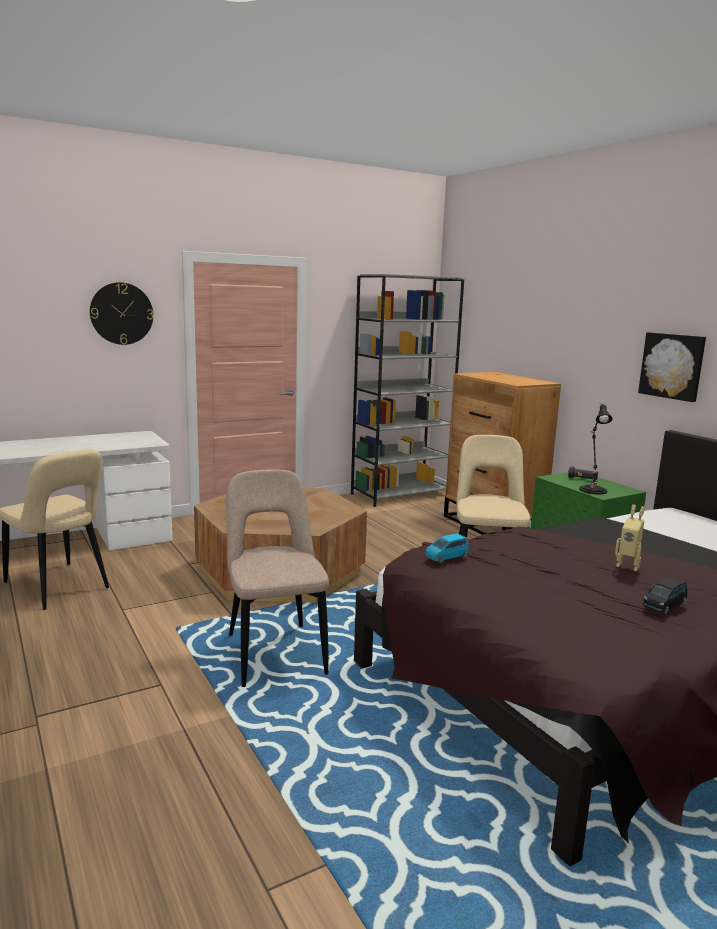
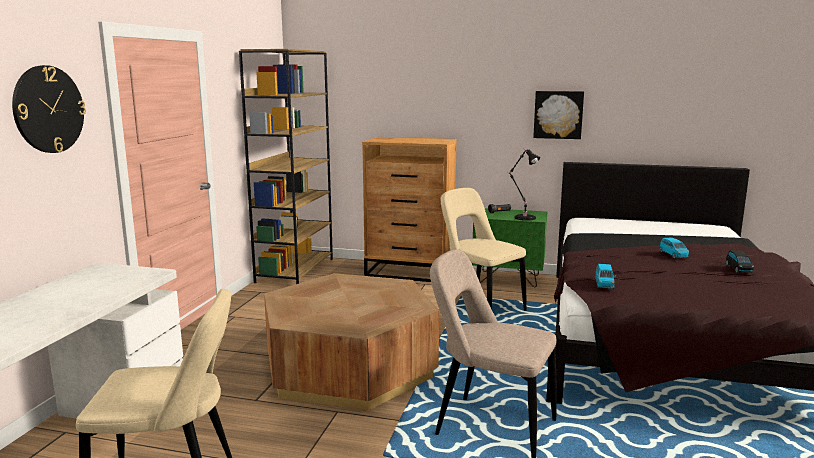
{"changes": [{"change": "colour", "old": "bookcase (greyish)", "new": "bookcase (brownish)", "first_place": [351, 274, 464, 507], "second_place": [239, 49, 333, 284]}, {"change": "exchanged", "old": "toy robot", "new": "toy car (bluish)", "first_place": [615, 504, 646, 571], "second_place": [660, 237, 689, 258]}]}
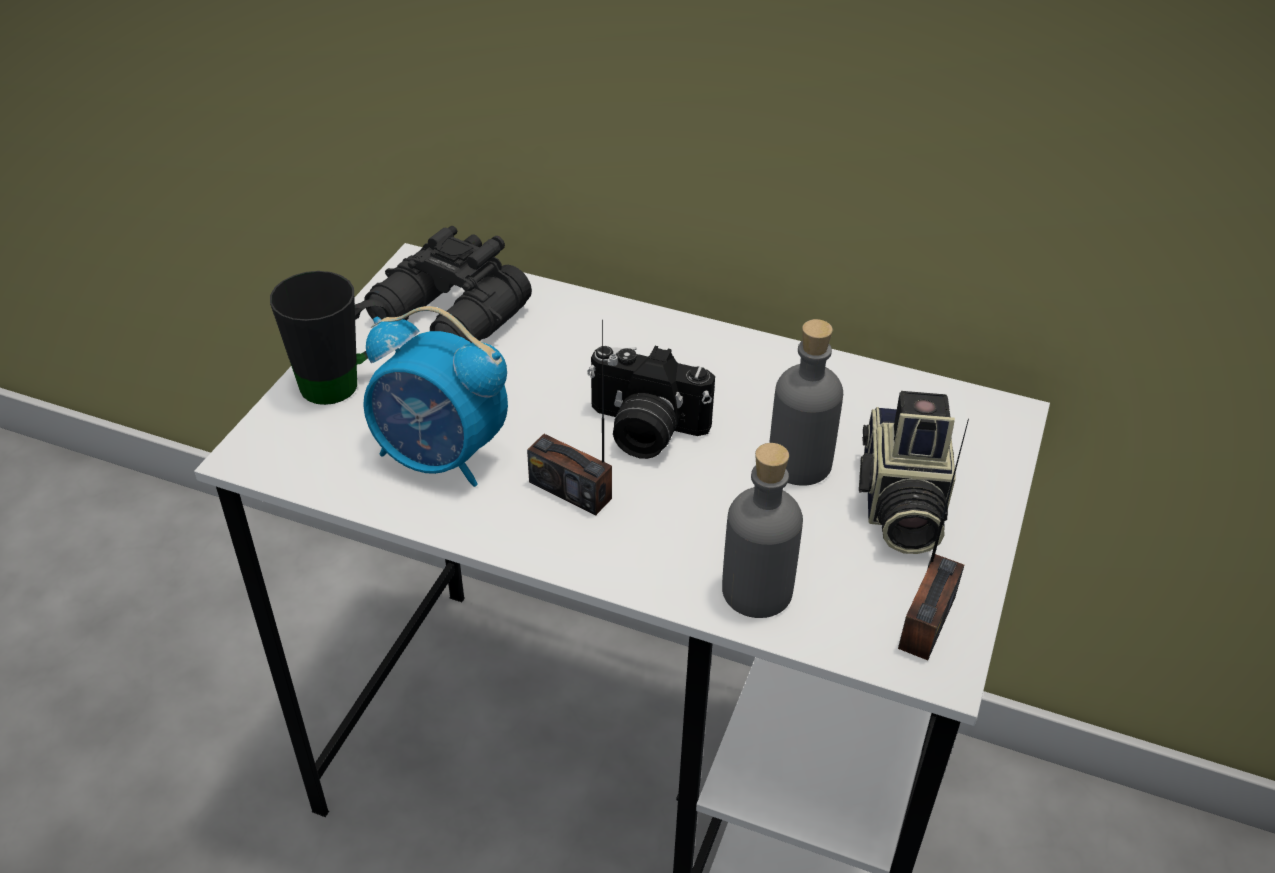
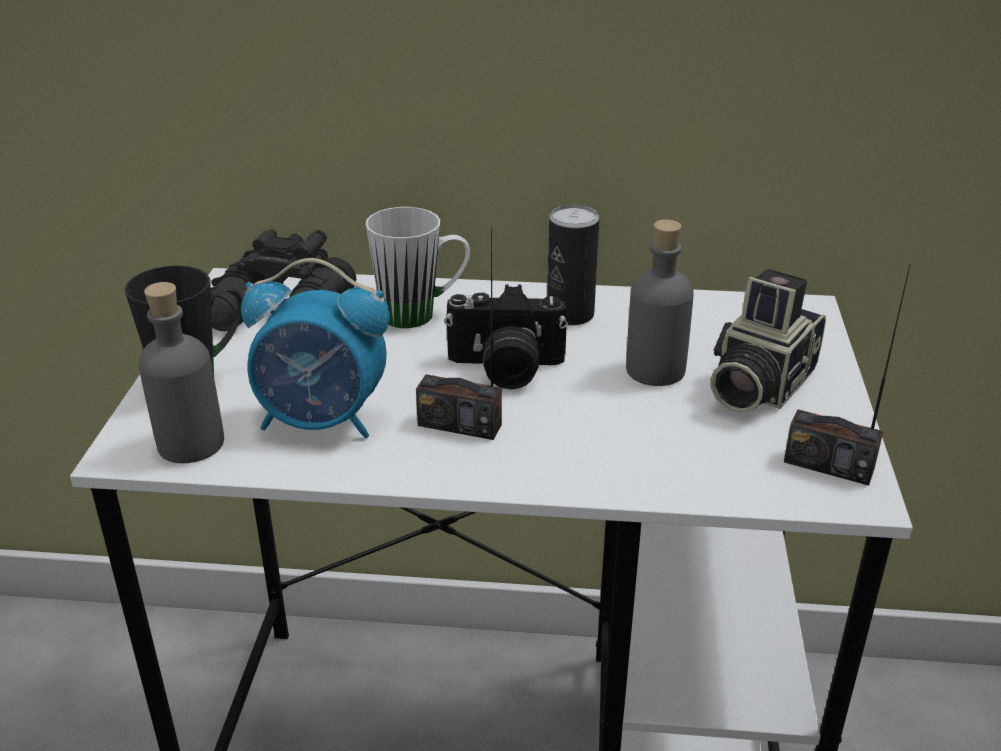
{"changes": [{"change": "spun", "old": "still camera", "first_place": [859, 391, 956, 554], "second_place": [710, 269, 826, 413], "degrees": 45}, {"change": "spun", "old": "radio", "first_place": [898, 418, 969, 660], "second_place": [784, 265, 910, 486], "degrees": 105}, {"change": "relocated", "old": "bottle (greyish)", "first_place": [722, 443, 803, 618], "second_place": [138, 282, 224, 463]}, {"change": "appeared", "new": "metal can", "second_place": [547, 204, 599, 325]}, {"change": "appeared", "new": "mug (whitish)", "second_place": [366, 207, 470, 328]}]}
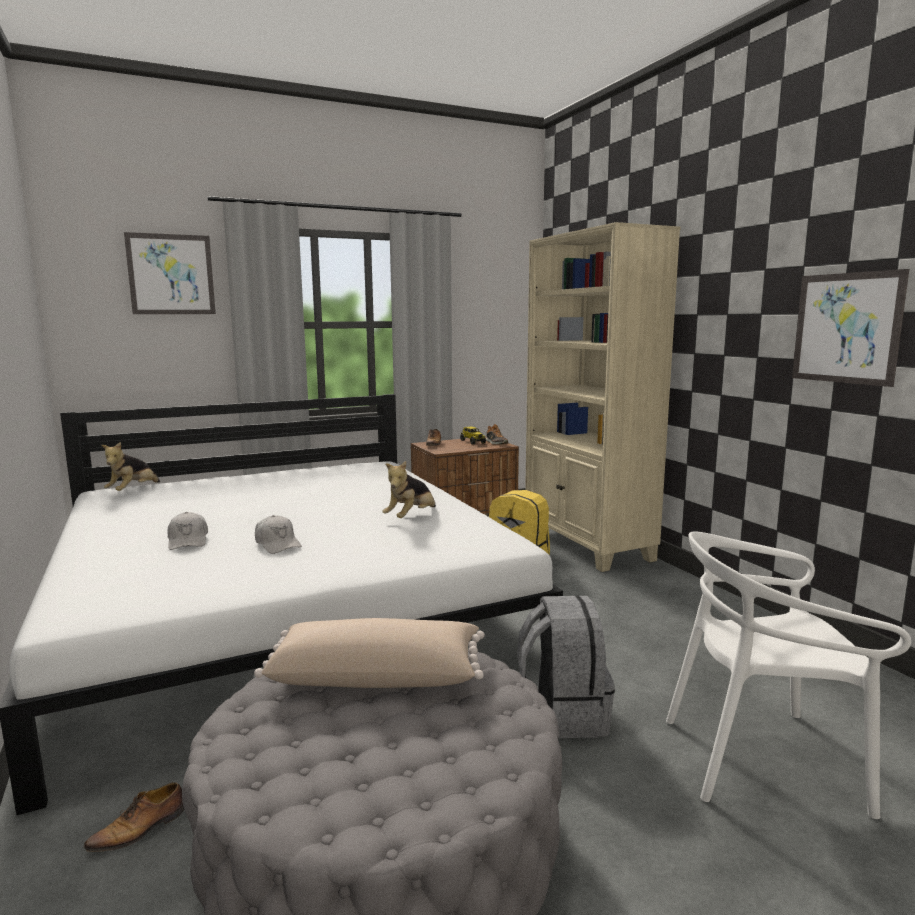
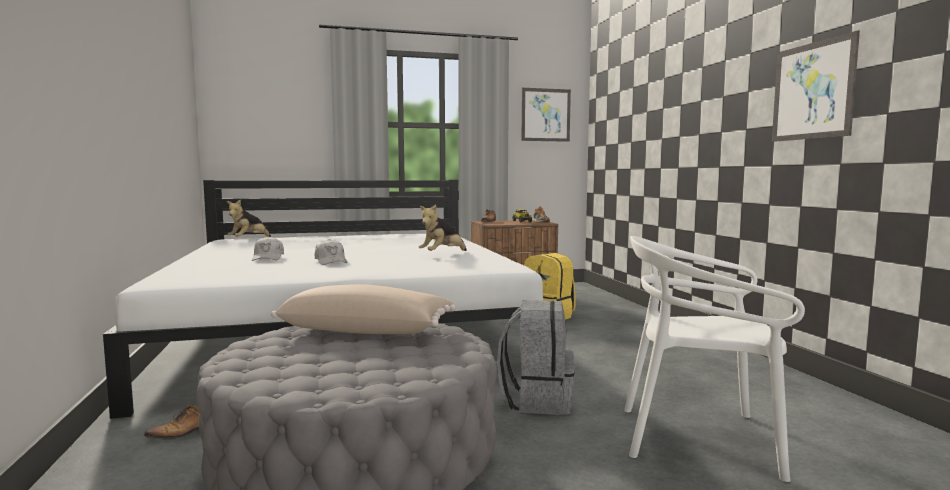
{"changes": [{"change": "missing", "old": "bookcase (beige-coloured)", "first_place": [525, 222, 680, 572]}, {"change": "relocated", "old": "wall art", "first_place": [124, 232, 216, 314], "second_place": [521, 88, 571, 142]}]}
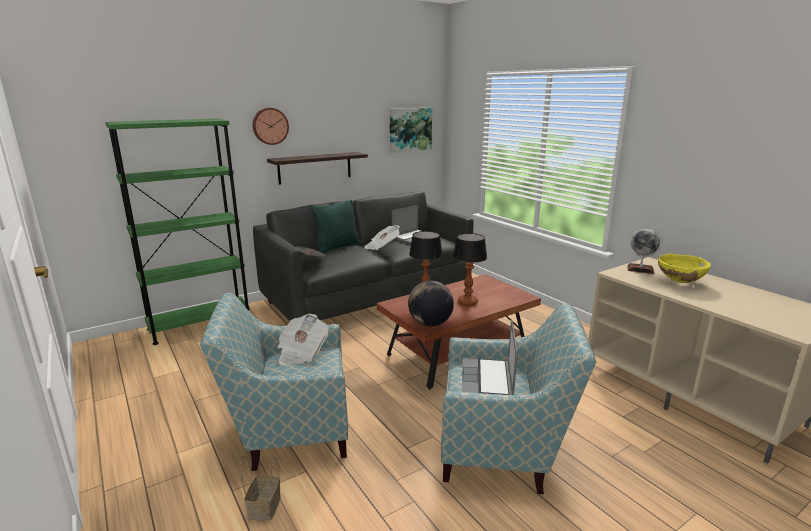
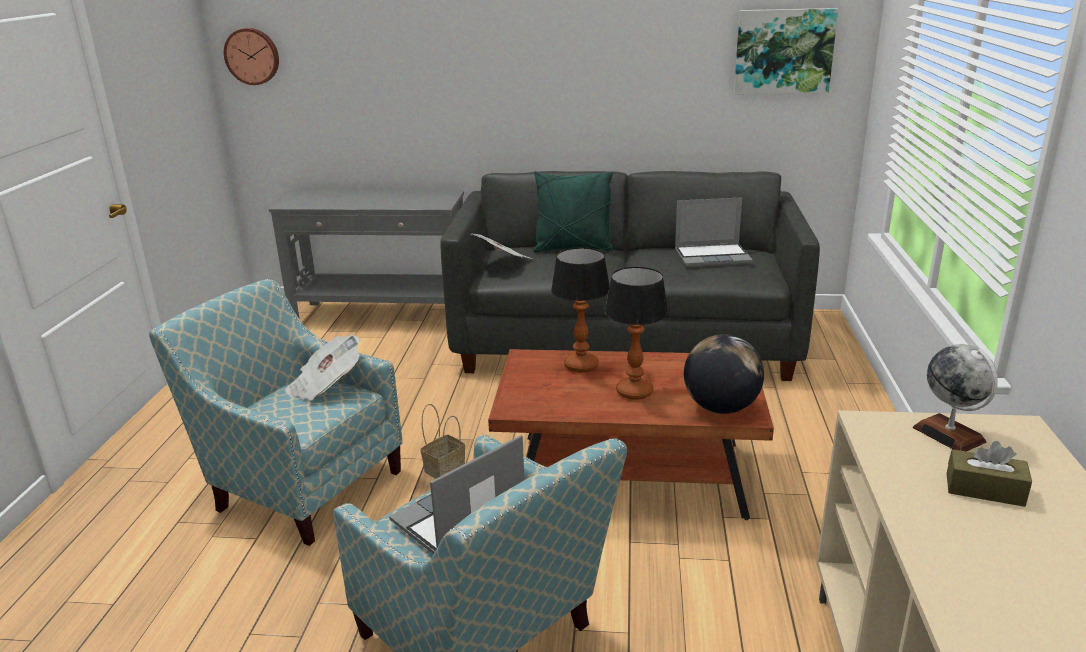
{"changes": [{"change": "relocated", "old": "wall clock", "first_place": [253, 108, 289, 145], "second_place": [224, 28, 279, 85]}, {"change": "exchanged", "old": "bookcase (green-coloured)", "new": "hall table (greyish)", "first_place": [105, 119, 250, 345], "second_place": [269, 191, 464, 319]}, {"change": "missing", "old": "bracket shelf", "first_place": [267, 152, 368, 185]}, {"change": "missing", "old": "newspaper", "first_place": [364, 225, 400, 250]}, {"change": "exchanged", "old": "serving bowl (yellow)", "new": "tissue box (brownish)", "first_place": [658, 254, 711, 283], "second_place": [947, 441, 1032, 507]}, {"change": "relocated", "old": "desk globe", "first_place": [408, 281, 454, 326], "second_place": [684, 334, 764, 414]}, {"change": "relocated", "old": "household basket", "first_place": [240, 456, 281, 521], "second_place": [420, 404, 465, 479]}]}
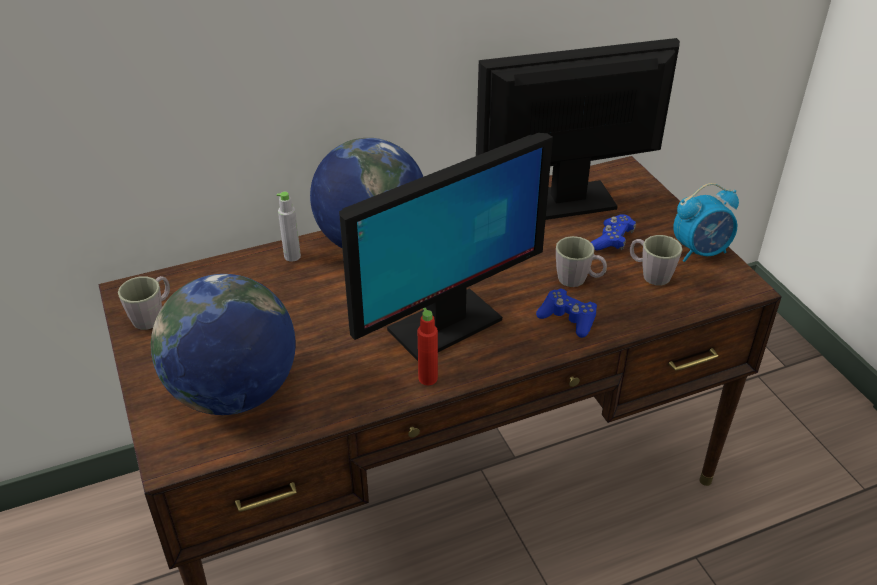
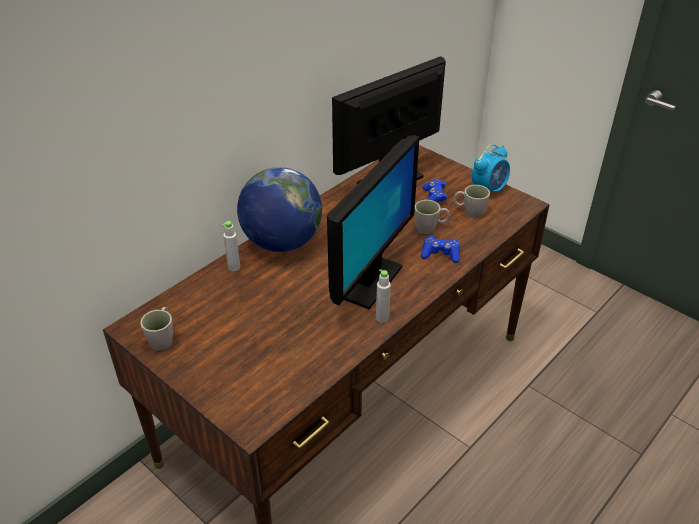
{"changes": [{"change": "missing", "old": "desk globe", "first_place": [151, 274, 296, 415]}, {"change": "colour", "old": "bottle (reddish)", "new": "bottle (greyish)", "first_place": [418, 308, 438, 385], "second_place": [376, 269, 391, 323]}]}
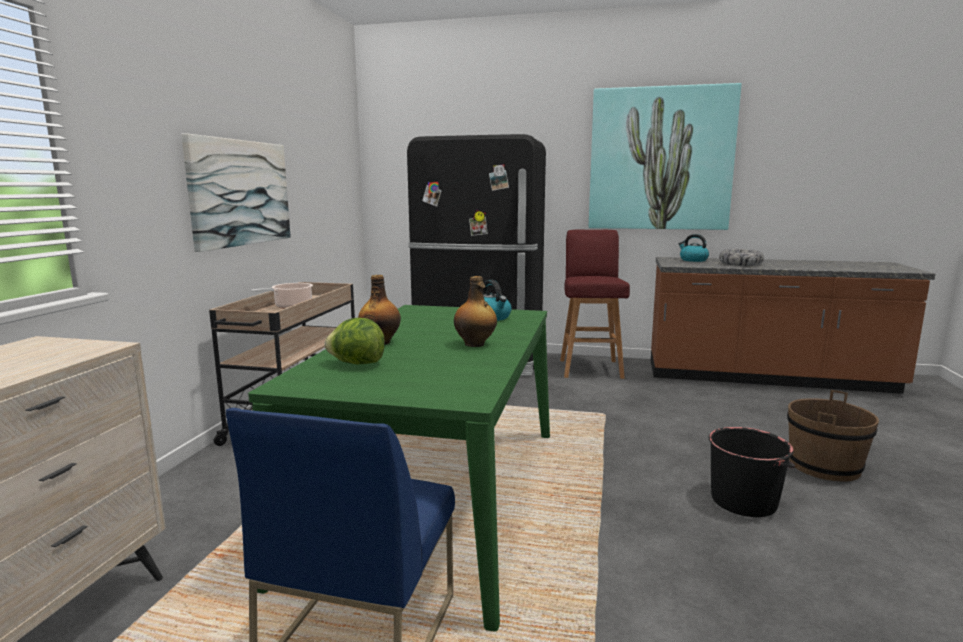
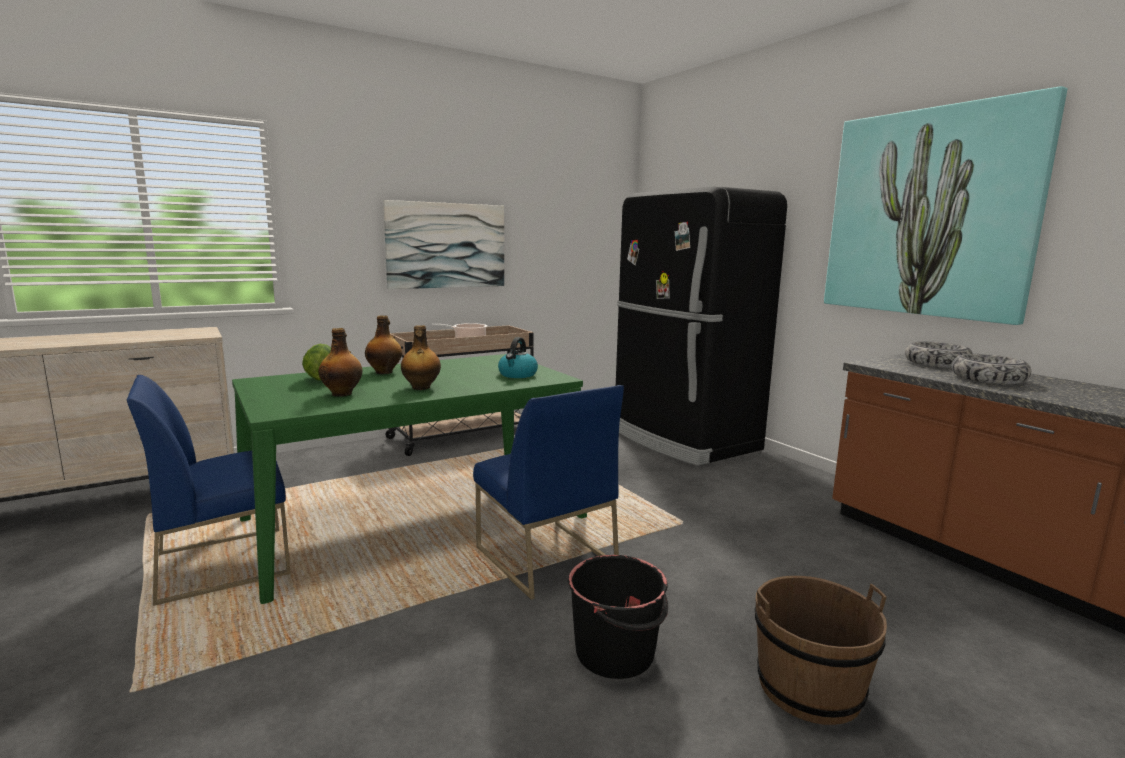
{"changes": [{"change": "missing", "old": "stool (reddish)", "first_place": [560, 230, 630, 379]}, {"change": "exchanged", "old": "kettle", "new": "serving bowl", "first_place": [679, 234, 709, 262], "second_place": [905, 342, 973, 368]}, {"change": "appeared", "new": "bottle", "second_place": [318, 328, 363, 397]}, {"change": "appeared", "new": "chair (bluish)", "second_place": [473, 385, 624, 600]}]}
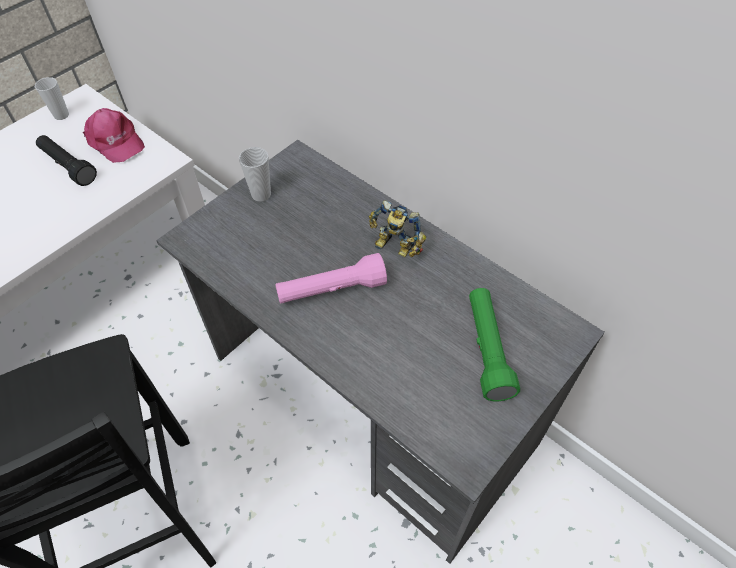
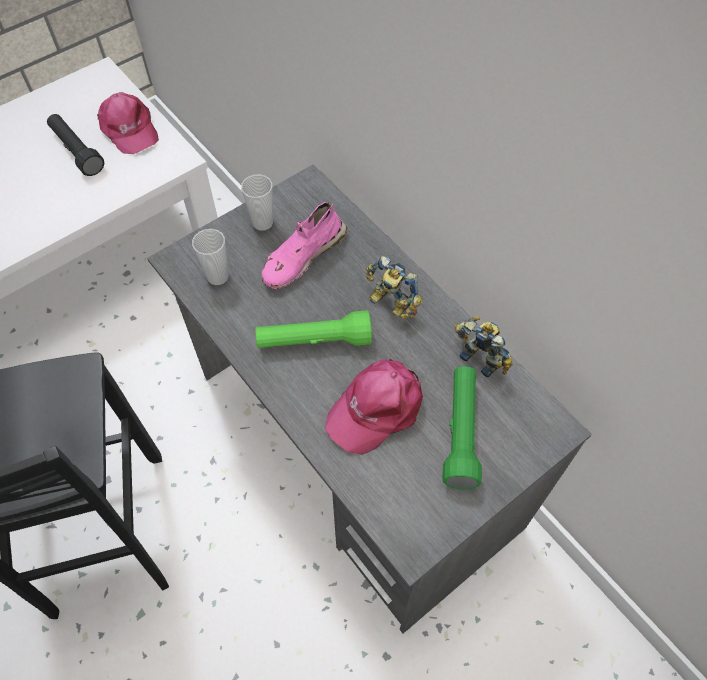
{"changes": [{"change": "relocated", "old": "cup", "first_place": [35, 77, 69, 120], "second_place": [192, 229, 229, 285]}, {"change": "colour", "old": "hand torch (pink-coloured)", "new": "hand torch (green-coloured)", "first_place": [275, 253, 387, 303], "second_place": [255, 310, 372, 348]}, {"change": "appeared", "new": "shoe (pink-coloured)", "second_place": [262, 202, 348, 289]}, {"change": "appeared", "new": "toy robot", "second_place": [455, 316, 513, 377]}, {"change": "appeared", "new": "peaked cap (pink-coloured)", "second_place": [325, 359, 423, 455]}]}
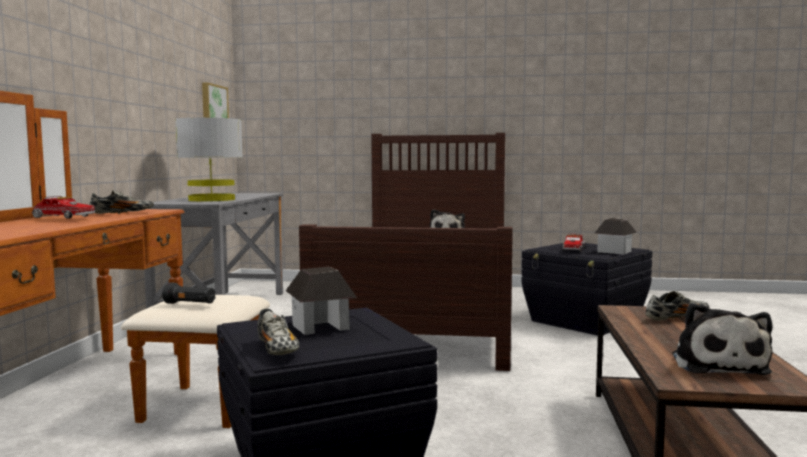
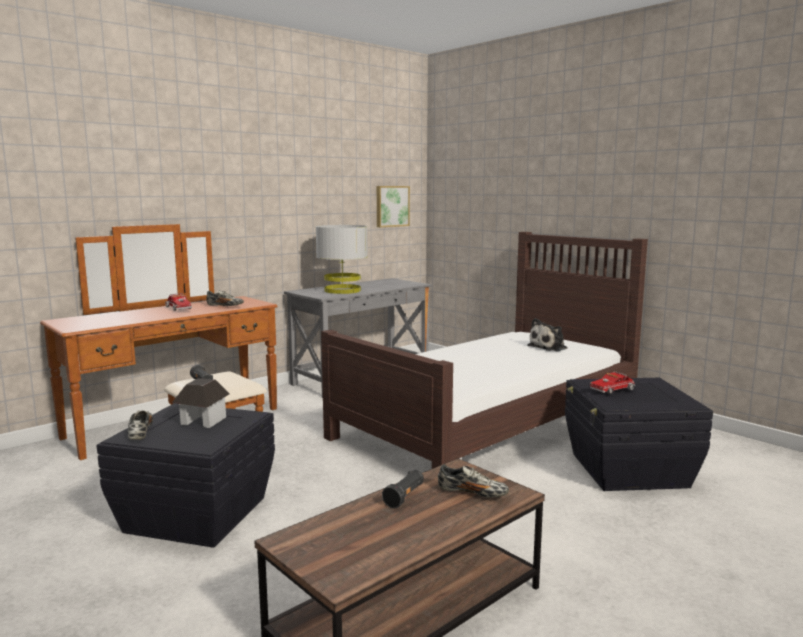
{"changes": [{"change": "missing", "old": "toy house", "first_place": [594, 218, 636, 255]}, {"change": "missing", "old": "soft toy", "first_place": [673, 303, 773, 375]}, {"change": "spun", "old": "shoe", "first_place": [258, 309, 299, 355], "second_place": [128, 410, 153, 440], "degrees": 150}, {"change": "appeared", "new": "hand torch (black-coloured)", "second_place": [382, 470, 424, 508]}]}
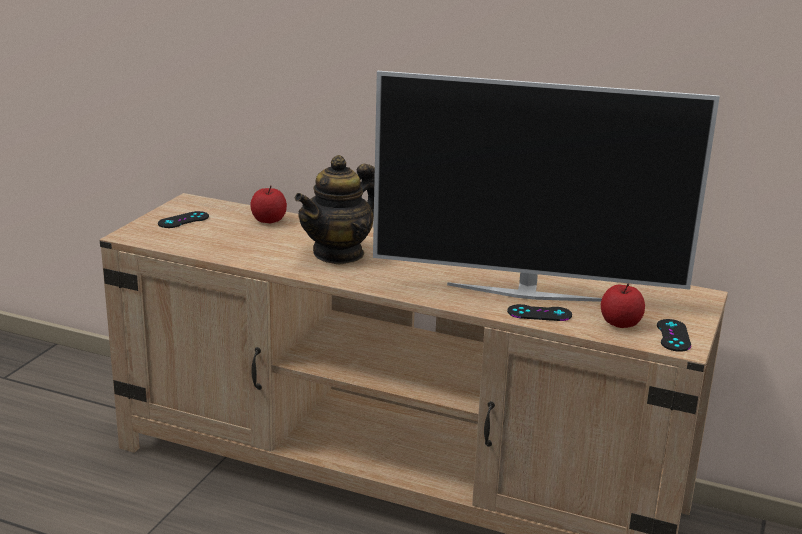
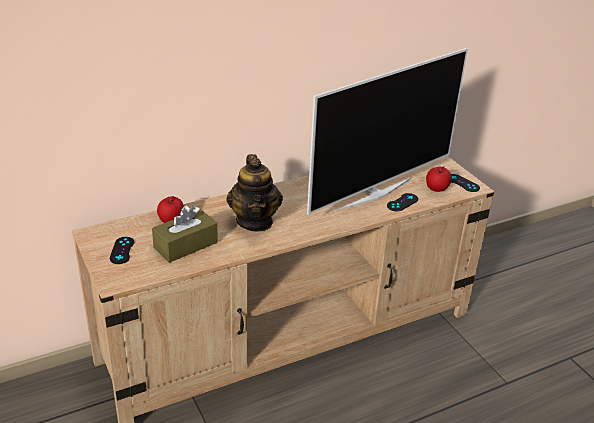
{"changes": [{"change": "appeared", "new": "tissue box (brownish)", "second_place": [152, 205, 218, 263]}]}
